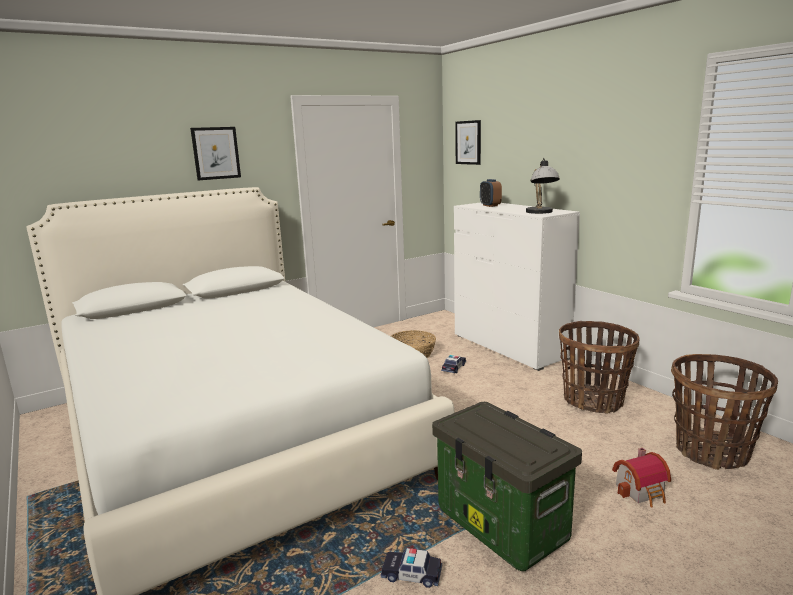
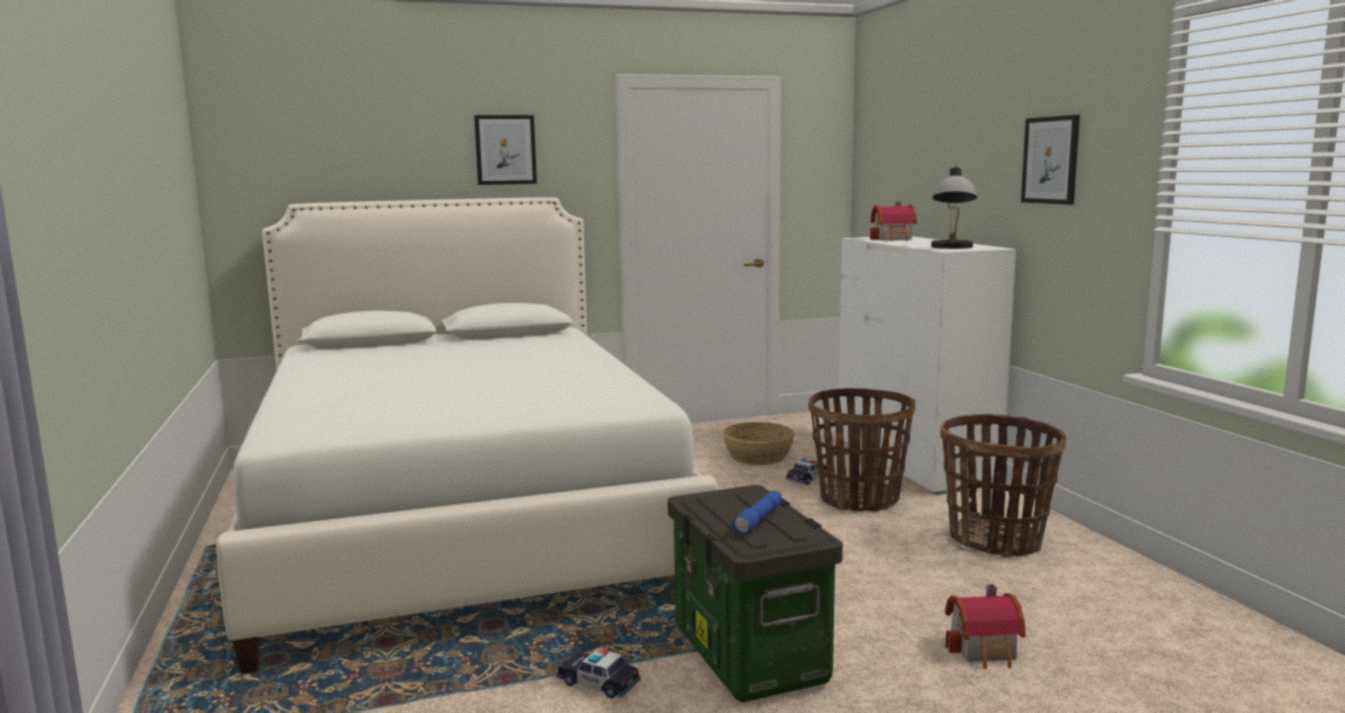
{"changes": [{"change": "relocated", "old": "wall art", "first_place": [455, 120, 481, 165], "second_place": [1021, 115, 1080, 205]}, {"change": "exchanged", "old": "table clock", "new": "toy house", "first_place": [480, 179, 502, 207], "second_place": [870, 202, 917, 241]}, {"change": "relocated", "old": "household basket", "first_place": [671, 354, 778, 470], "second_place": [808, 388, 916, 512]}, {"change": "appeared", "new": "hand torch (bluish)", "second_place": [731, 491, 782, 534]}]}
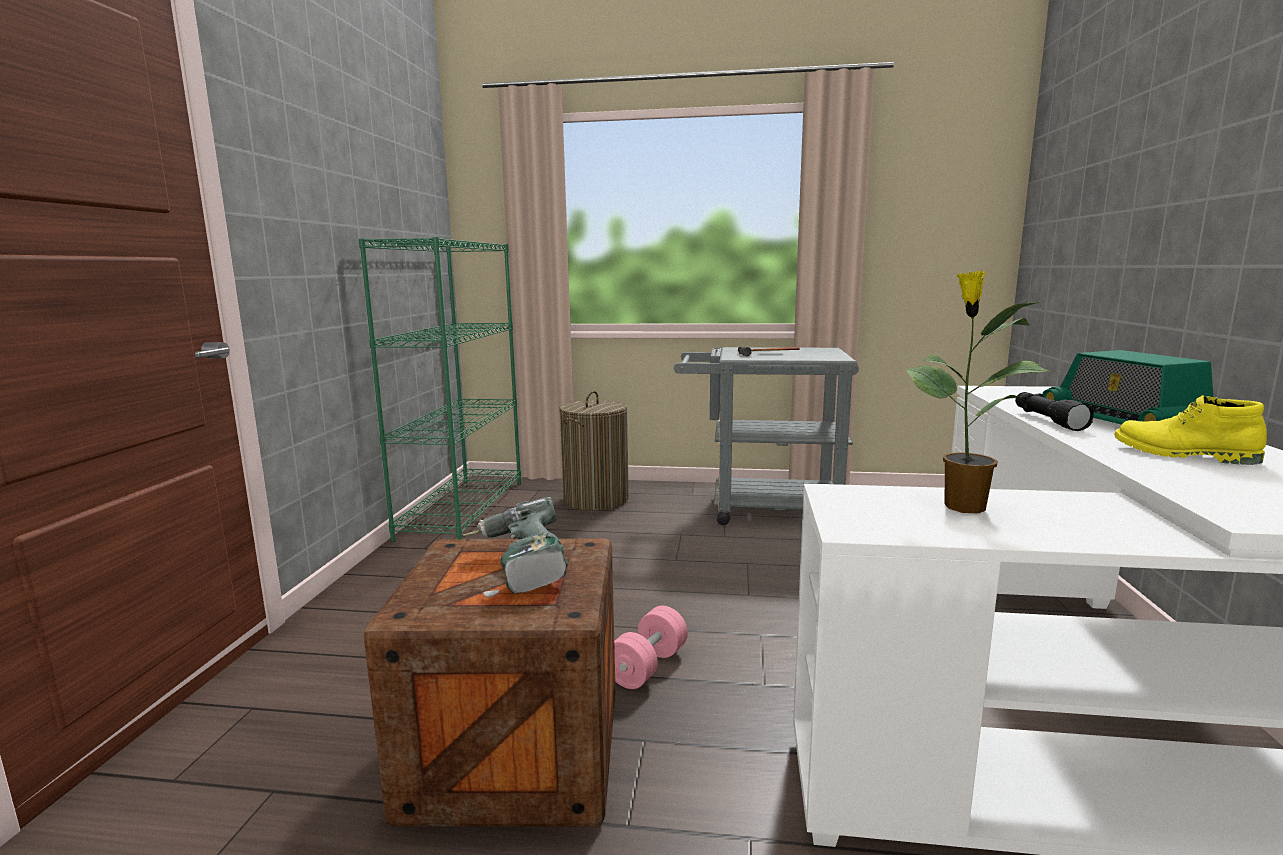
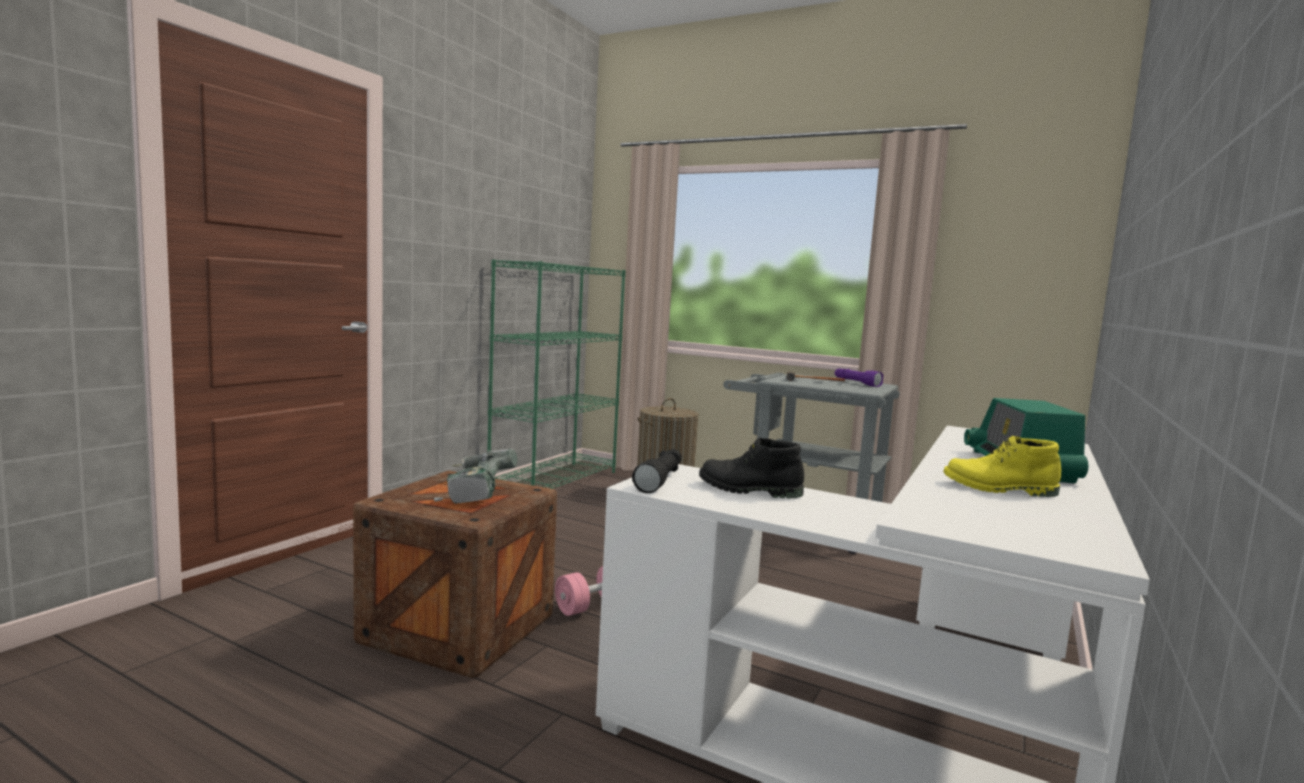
{"changes": [{"change": "exchanged", "old": "potted plant", "new": "high-top boot (black-coloured)", "first_place": [905, 271, 1049, 514], "second_place": [699, 437, 804, 498]}, {"change": "relocated", "old": "hand torch (black-coloured)", "first_place": [1015, 392, 1094, 431], "second_place": [632, 449, 682, 493]}, {"change": "spun", "old": "high-top boot (yellow)", "first_place": [1114, 395, 1267, 465], "second_place": [943, 435, 1061, 497], "degrees": -45}, {"change": "appeared", "new": "hand torch (purple-coloured)", "second_place": [835, 368, 884, 387]}]}
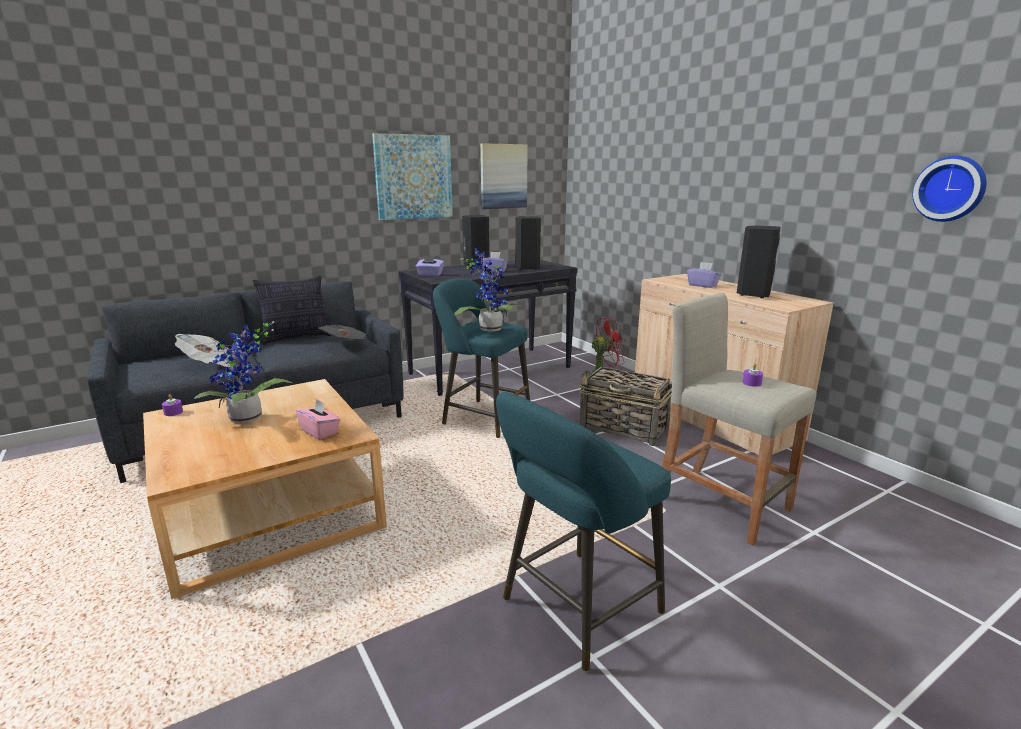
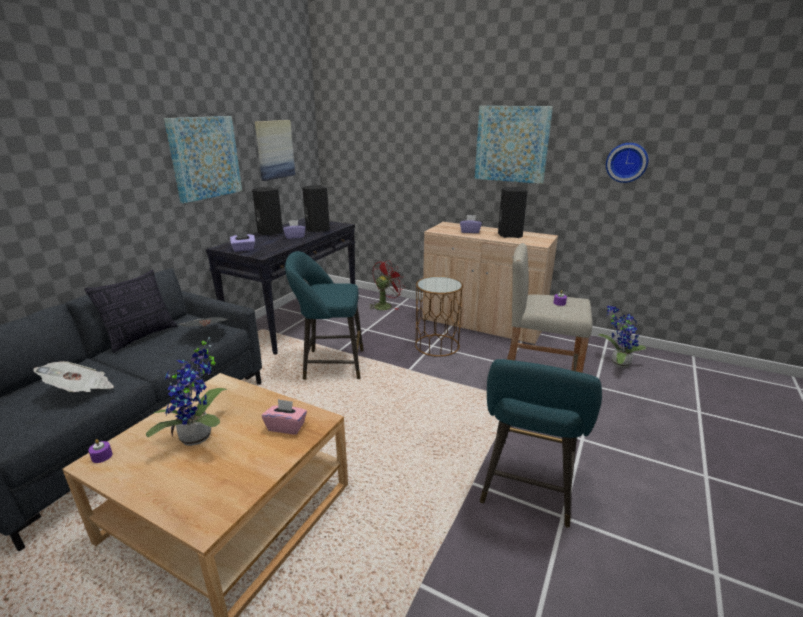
{"changes": [{"change": "relocated", "old": "potted plant", "first_place": [454, 248, 522, 332], "second_place": [598, 306, 646, 367]}, {"change": "exchanged", "old": "household basket", "new": "accent table (brownish)", "first_place": [579, 367, 672, 446], "second_place": [415, 276, 463, 357]}, {"change": "appeared", "new": "wall art", "second_place": [475, 106, 553, 184]}]}
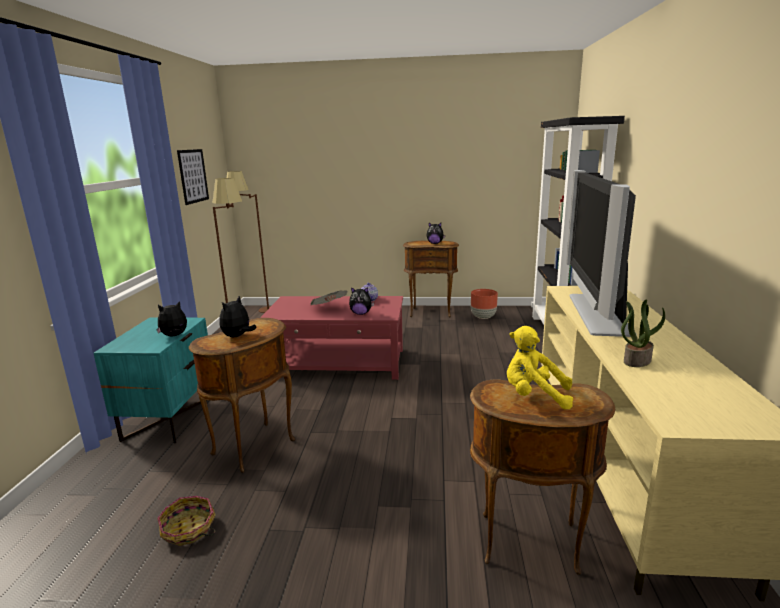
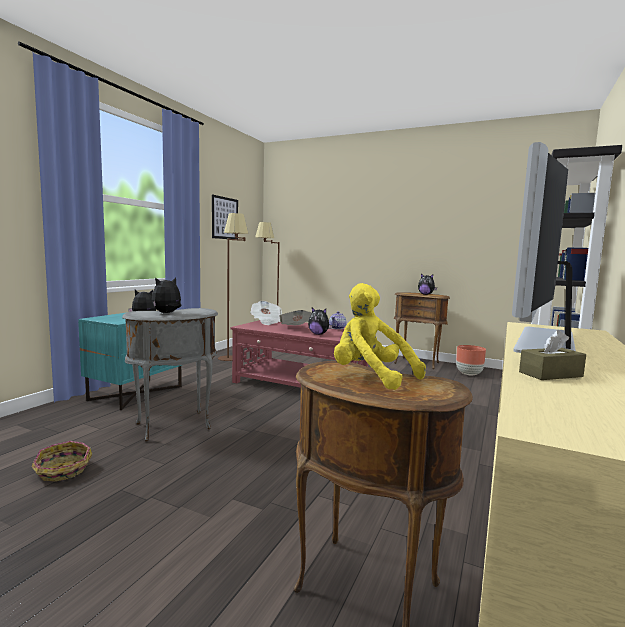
{"changes": [{"change": "exchanged", "old": "potted plant", "new": "tissue box (brownish)", "first_place": [621, 299, 665, 367], "second_place": [519, 330, 586, 380]}, {"change": "colour", "old": "accent table (brownish)", "new": "accent table (greyish)", "first_place": [189, 318, 295, 473], "second_place": [122, 308, 218, 442]}, {"change": "appeared", "new": "newspaper", "second_place": [250, 301, 282, 325]}]}
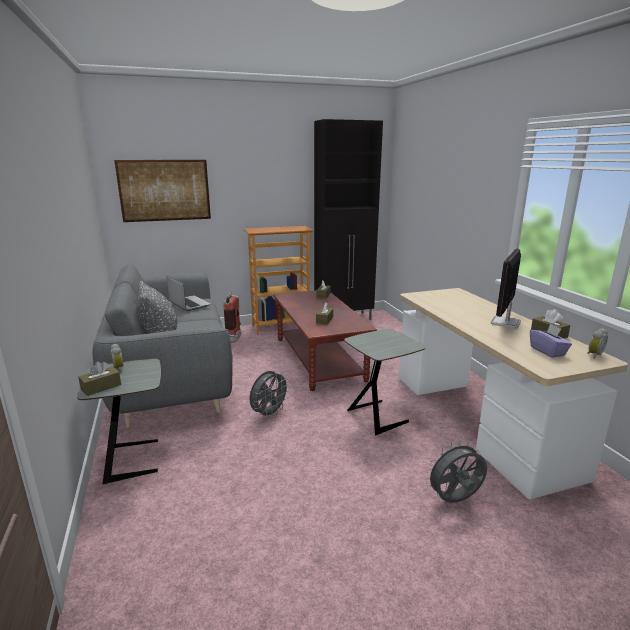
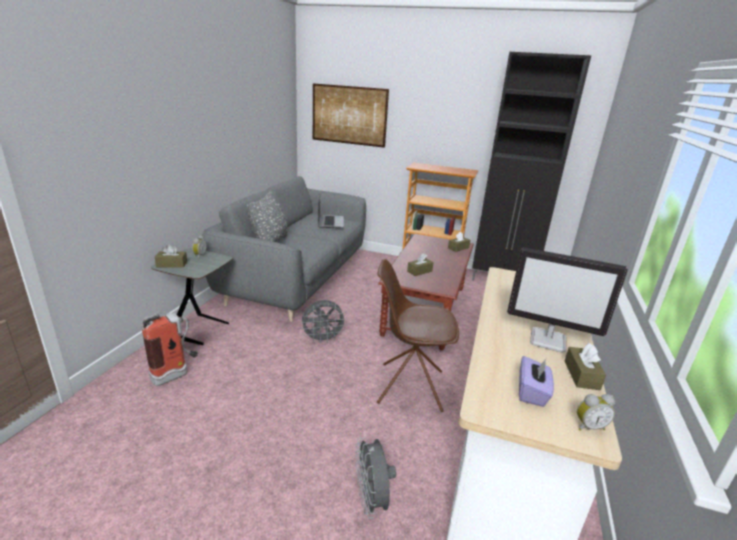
{"changes": [{"change": "spun", "old": "monitor", "first_place": [491, 249, 521, 329], "second_place": [507, 247, 628, 353], "degrees": -135}, {"change": "relocated", "old": "fire-fighting cylinder", "first_place": [223, 292, 241, 342], "second_place": [142, 311, 198, 386]}, {"change": "exchanged", "old": "accent table (greyish)", "new": "chair (brownish)", "first_place": [344, 329, 425, 435], "second_place": [377, 259, 459, 412]}, {"change": "spun", "old": "cooling fan (greyish)", "first_place": [425, 441, 487, 503], "second_place": [355, 437, 396, 518], "degrees": -120}]}
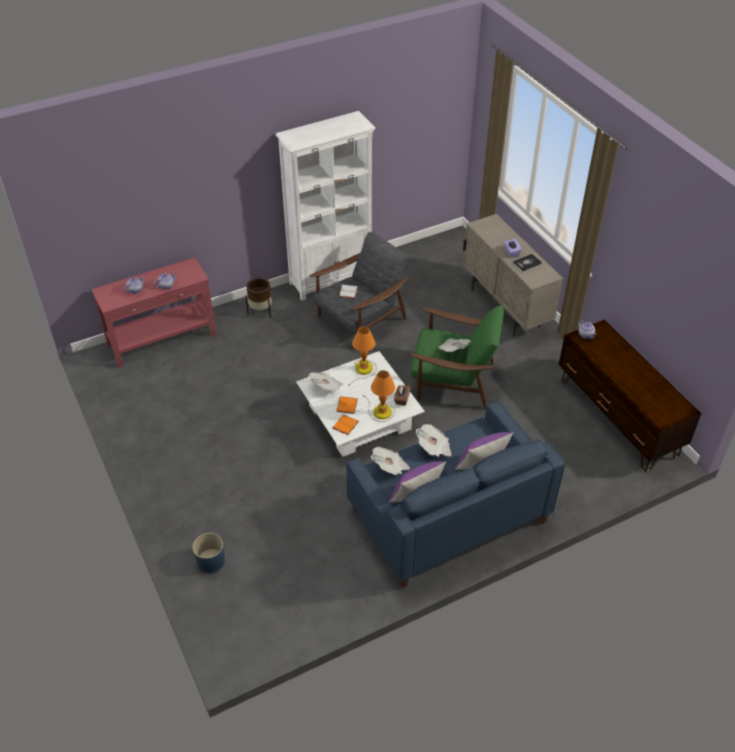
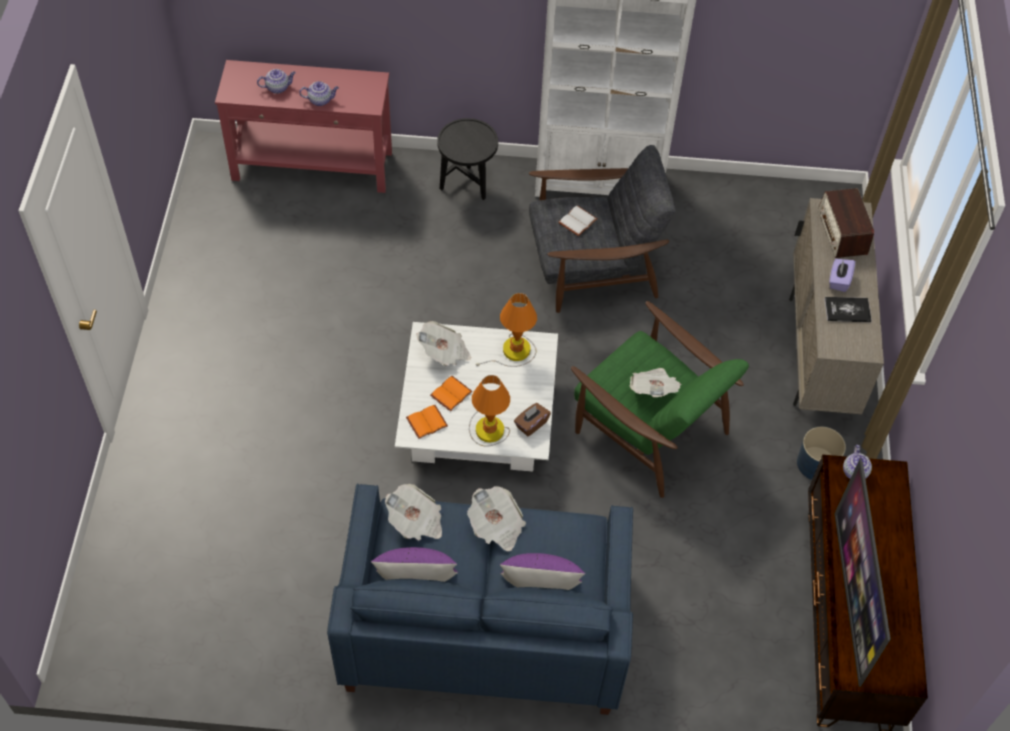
{"changes": [{"change": "exchanged", "old": "plant pot (brownish)", "new": "accent table (black-coloured)", "first_place": [245, 278, 272, 318], "second_place": [437, 118, 498, 200]}, {"change": "relocated", "old": "plant pot (bluish)", "first_place": [192, 533, 225, 573], "second_place": [797, 427, 846, 480]}, {"change": "appeared", "new": "radio", "second_place": [818, 188, 874, 258]}, {"change": "appeared", "new": "TV", "second_place": [834, 459, 891, 687]}]}
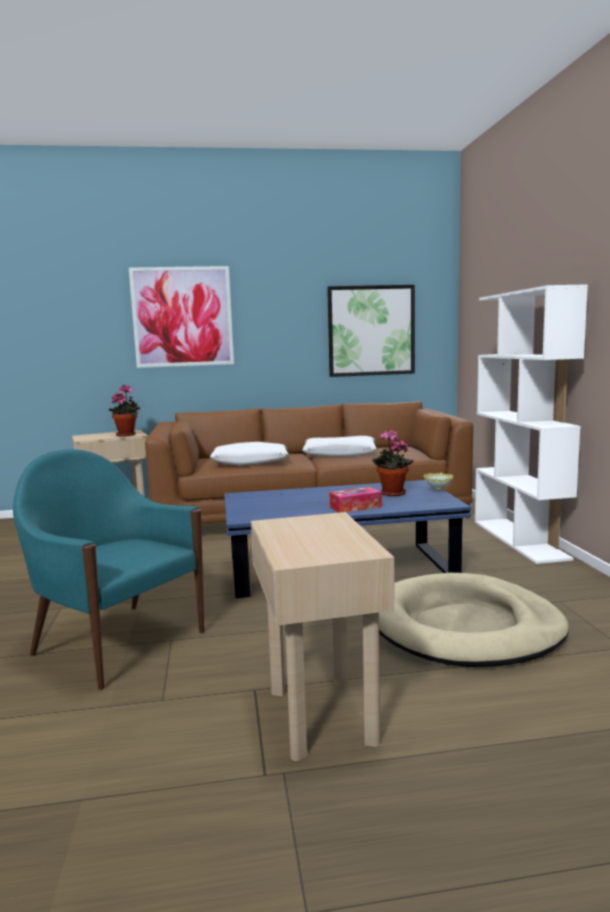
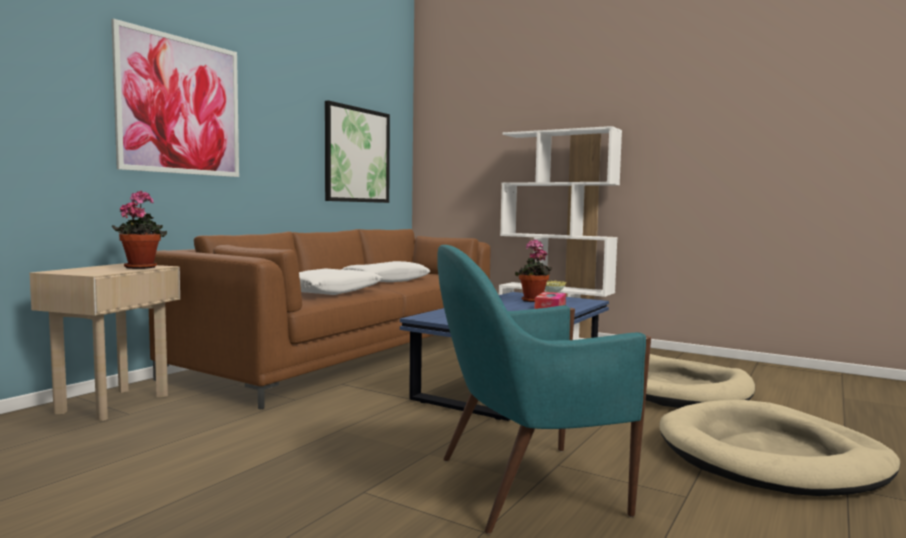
{"changes": [{"change": "exchanged", "old": "accent table (beige-coloured)", "new": "dog cushion (beige-coloured)", "first_place": [251, 512, 395, 761], "second_place": [659, 400, 900, 496]}]}
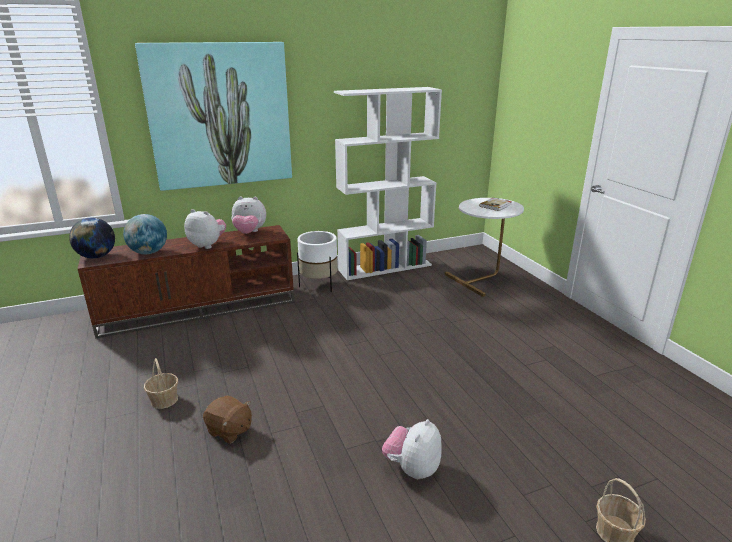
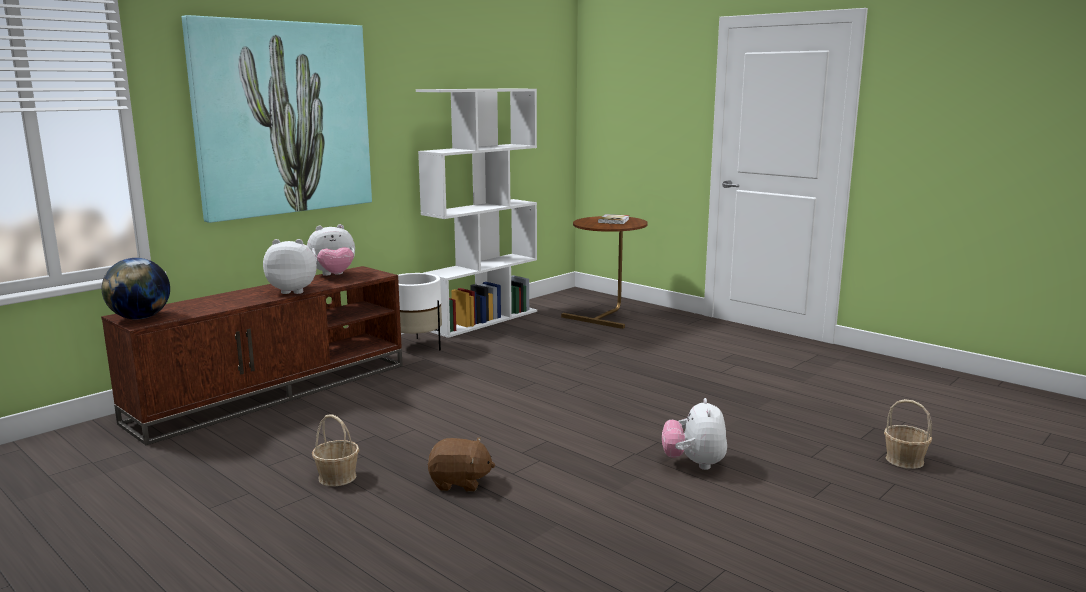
{"changes": [{"change": "colour", "old": "accent table (whitish)", "new": "accent table (brownish)", "first_place": [445, 198, 524, 297], "second_place": [561, 216, 648, 329]}, {"change": "missing", "old": "desk globe", "first_place": [123, 214, 167, 254]}]}
